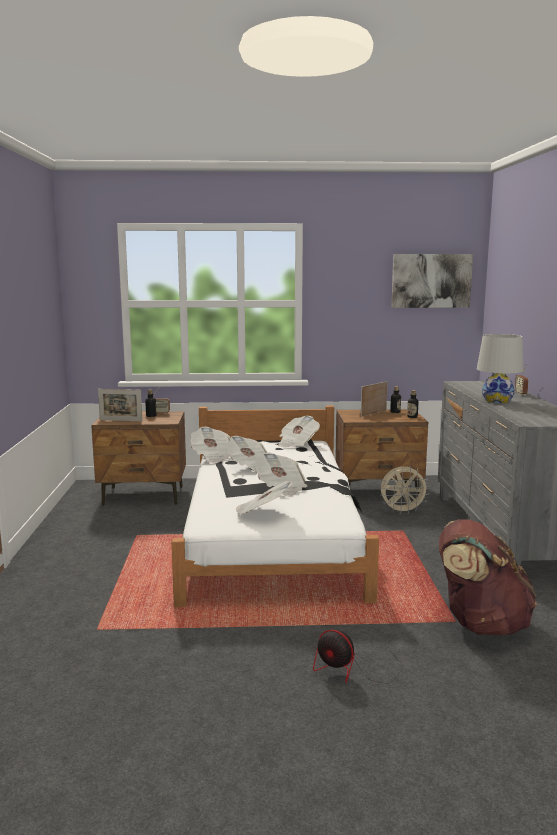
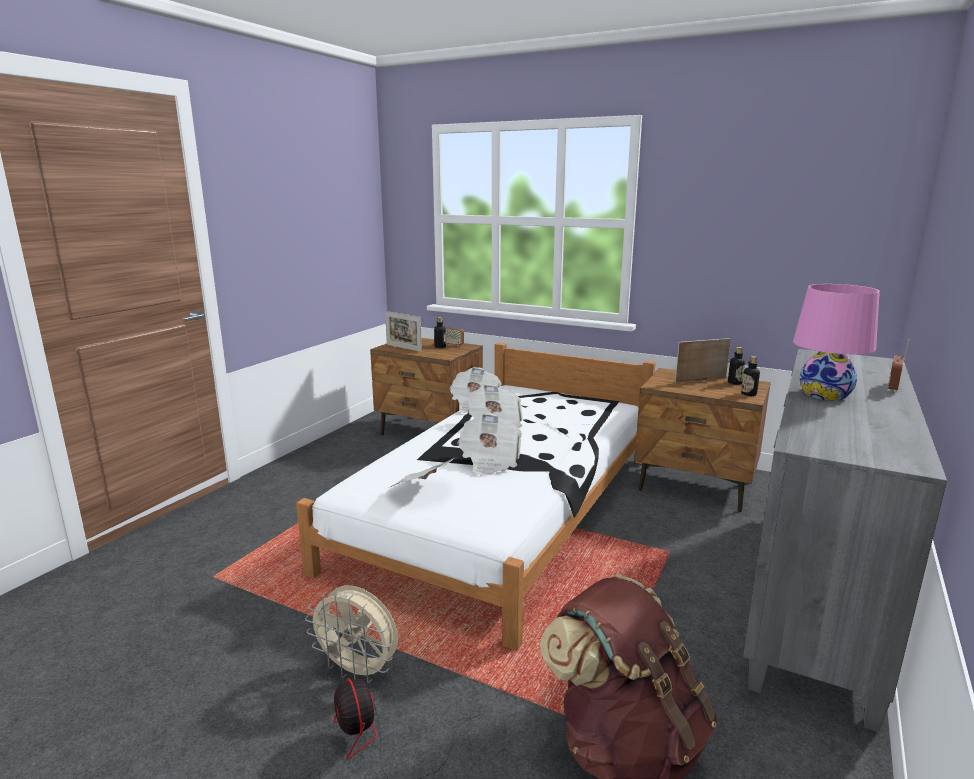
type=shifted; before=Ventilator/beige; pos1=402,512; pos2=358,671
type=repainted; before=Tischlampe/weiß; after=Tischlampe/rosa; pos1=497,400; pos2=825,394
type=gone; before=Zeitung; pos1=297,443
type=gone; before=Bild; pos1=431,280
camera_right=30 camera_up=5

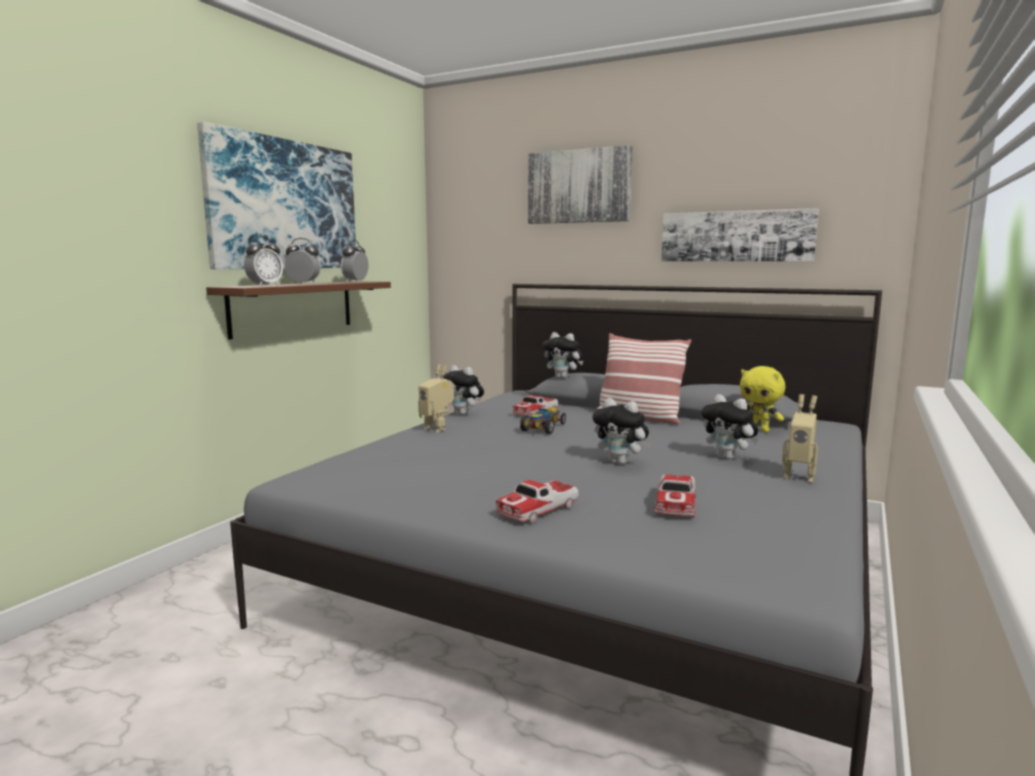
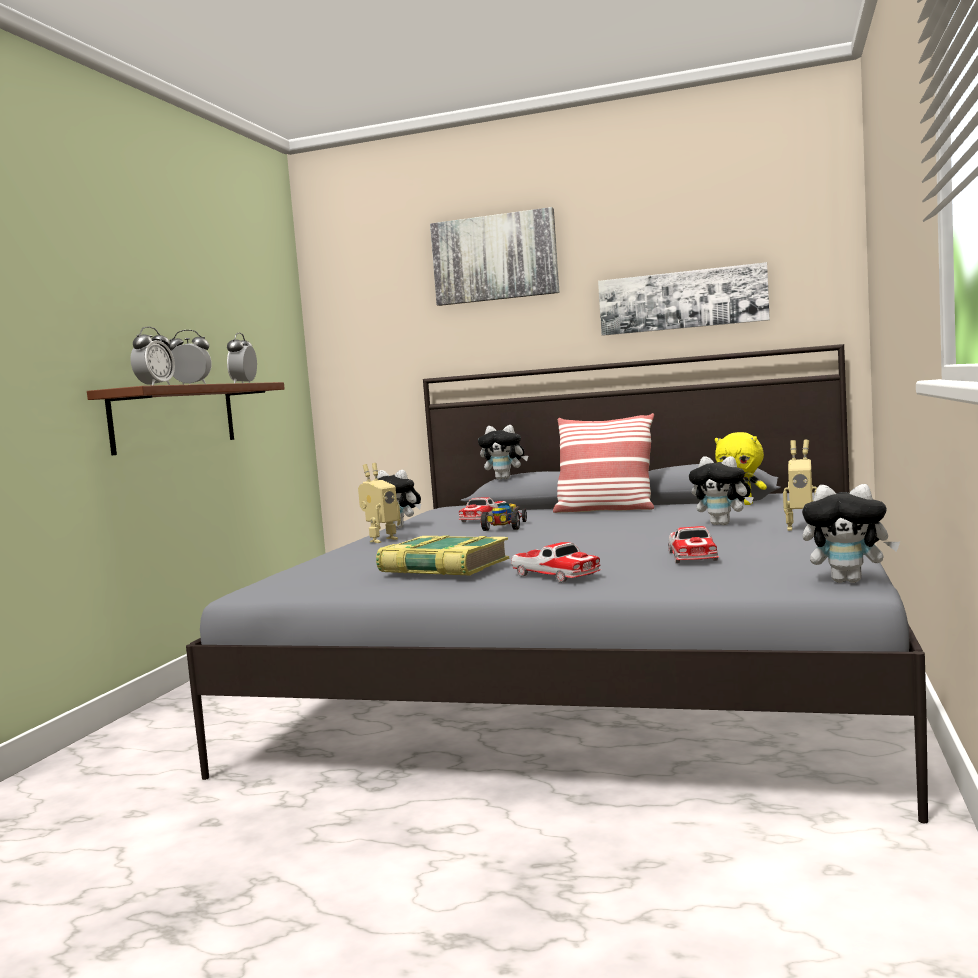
type=rotated; before=Spielzeugroboter; pos1=437,428; pos2=380,540; turn=-75
type=new; after=Buch; pos2=443,567
type=rotated; before=Spielzeugauto; pos1=538,510; pos2=555,575; turn=-75
type=shifted; before=Plüschtier; pos1=621,462; pos2=849,581
type=gone; before=Bild; pos1=284,205
camera_right=-10 camera_up=-5

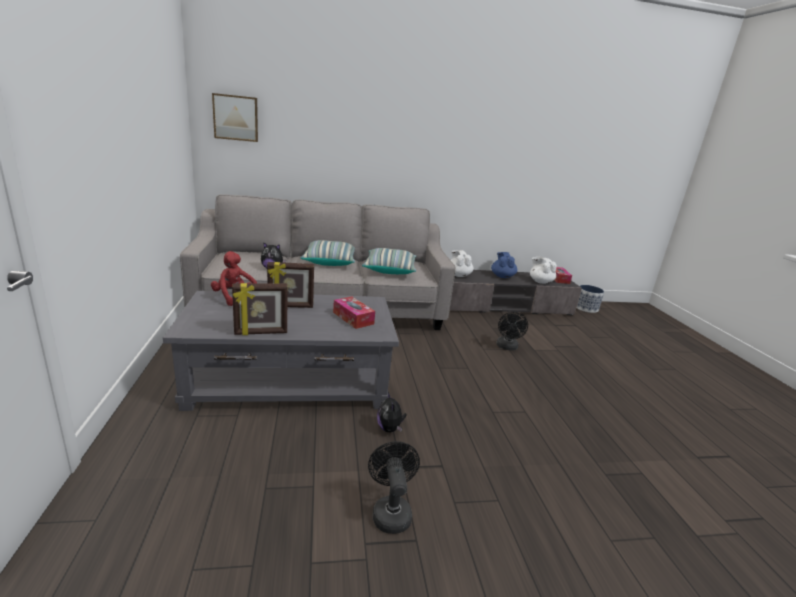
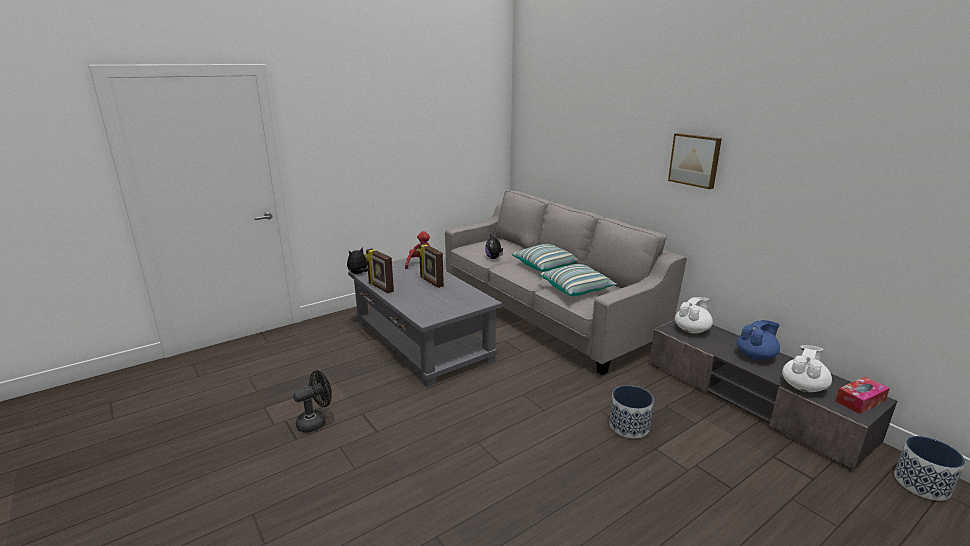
type=shifted; before=Plüschtier; pos1=390,428; pos2=358,274
type=swapped; before=Ventilator/schwarz; after=Pflanzkübel; pos1=507,347; pos2=629,426
type=shifted; before=Bild; pos1=236,118; pos2=695,160
type=gone; before=Taschentuchbox; pos1=353,318
camera_right=65 camera_up=0

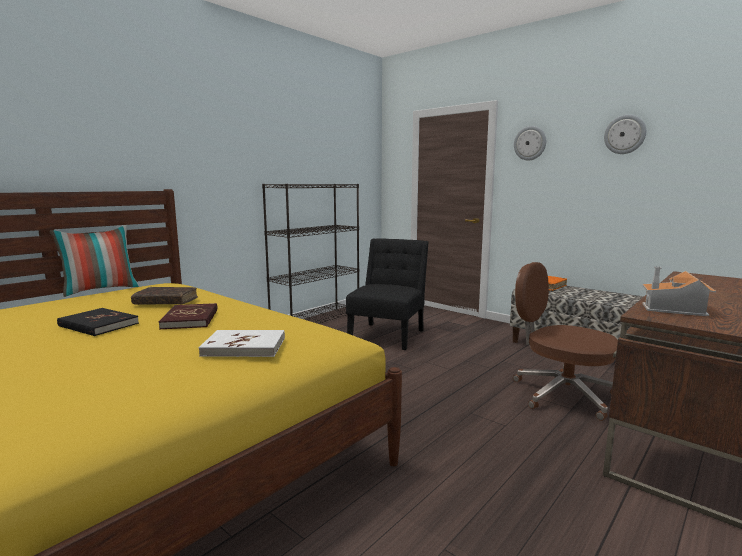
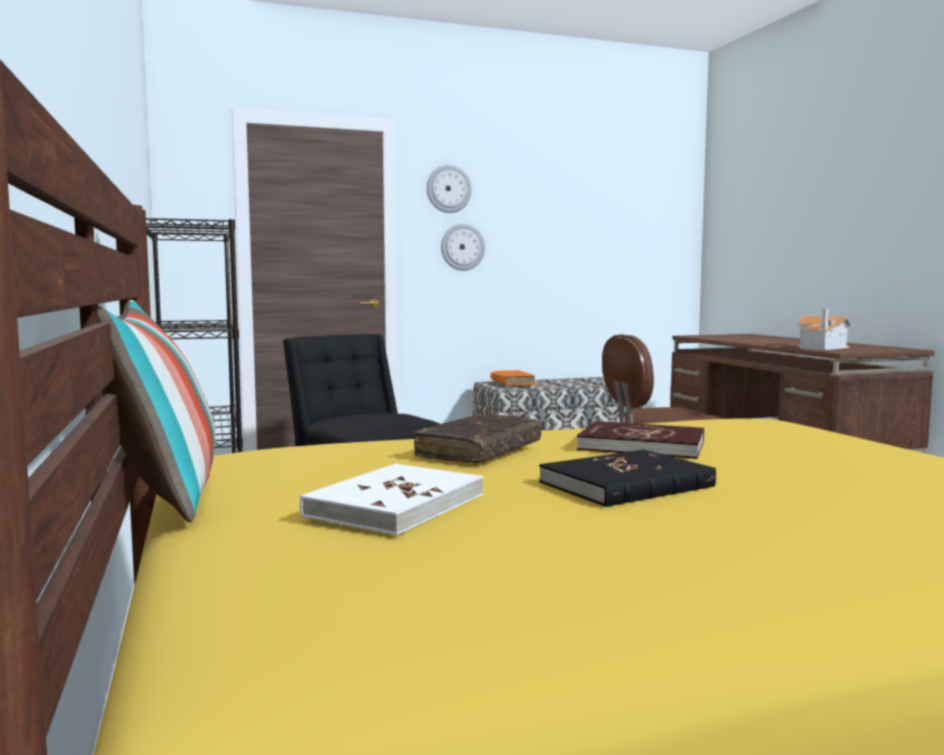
type=shifted; before=Buch/weiß; pos1=244,347; pos2=395,505
type=shifted; before=Wanduhr; pos1=625,134; pos2=462,247
camera_right=-60 camera_up=-5

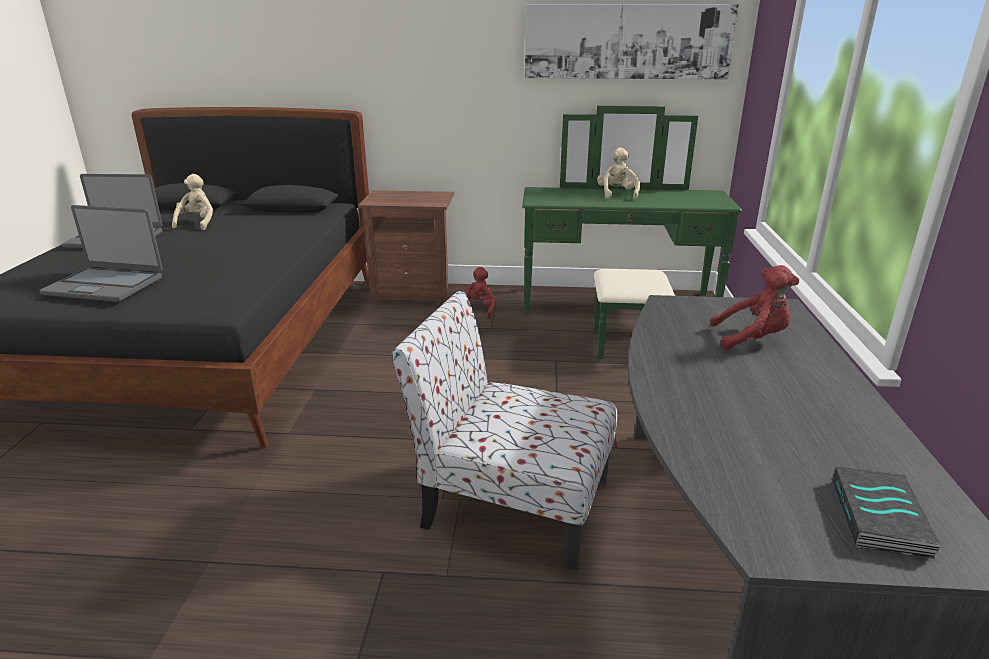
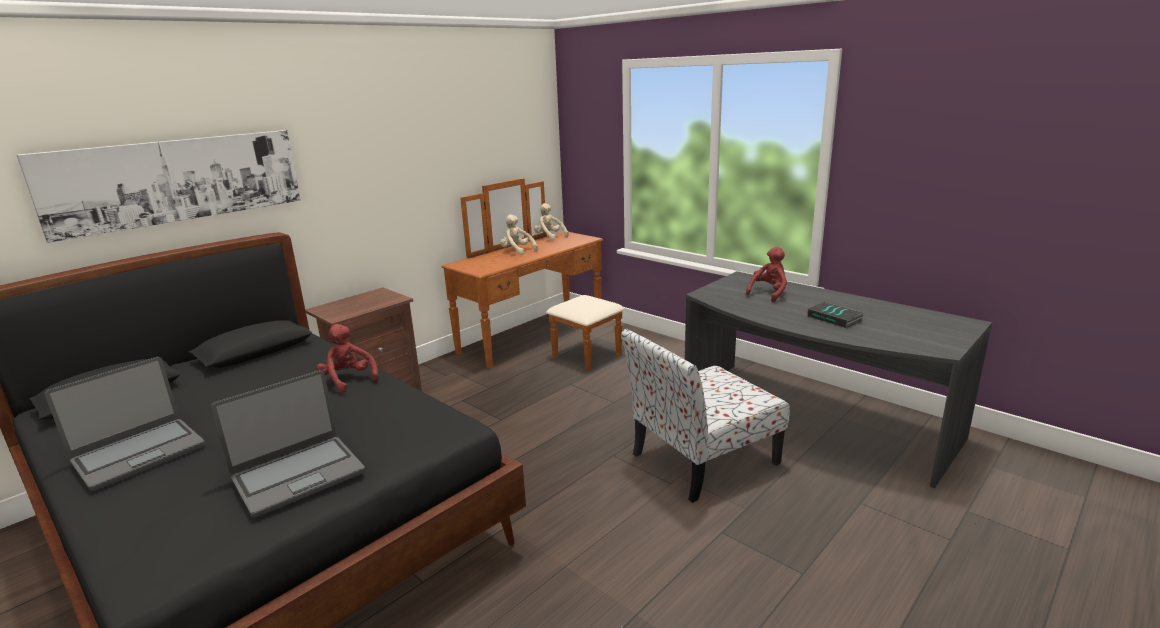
type=shifted; before=Bild; pos1=627,42; pos2=177,180
type=shifted; before=Plüschtier/rot; pos1=478,310; pos2=348,380
type=repainted; before=Kommode/grün; after=Kommode/braun; pos1=620,312; pos2=544,340
type=shifted; before=Plüschtier/beige; pos1=197,223; pos2=549,237
type=shifted; before=Buch; pos1=882,518; pos2=835,318
camera_right=-50 camera_up=-5

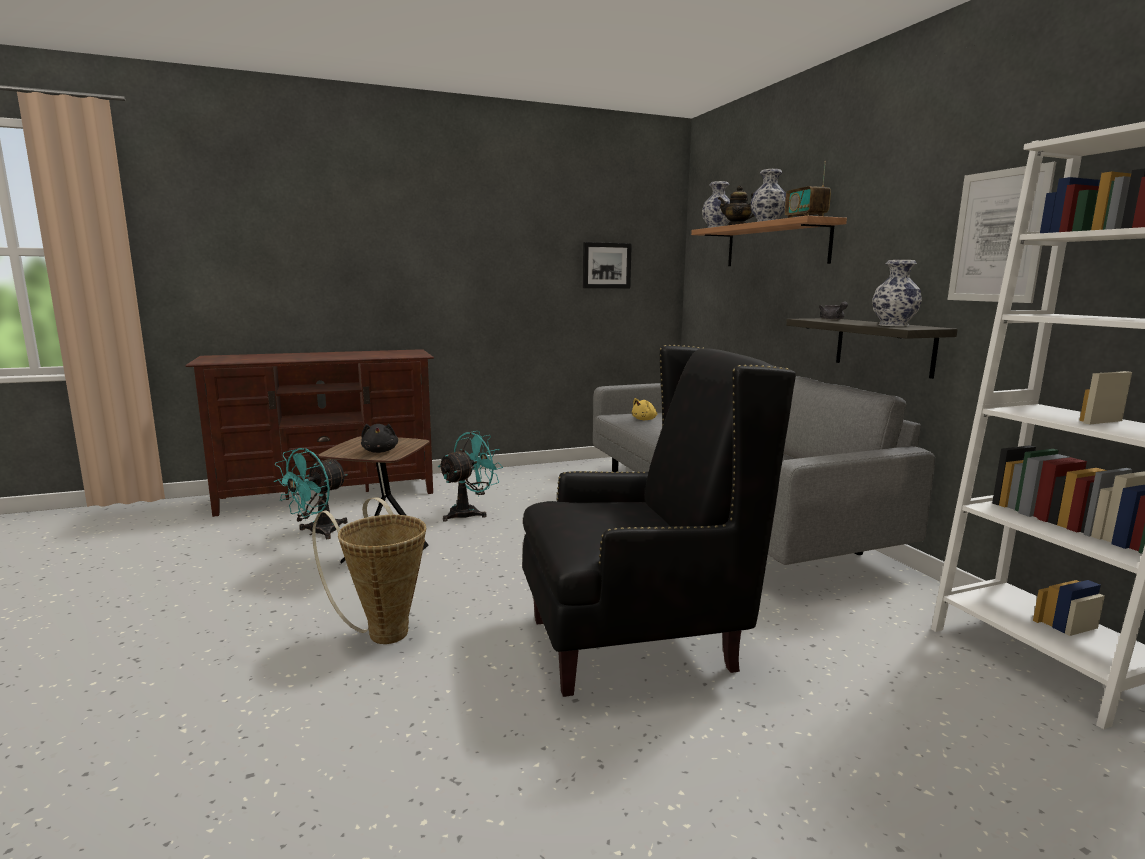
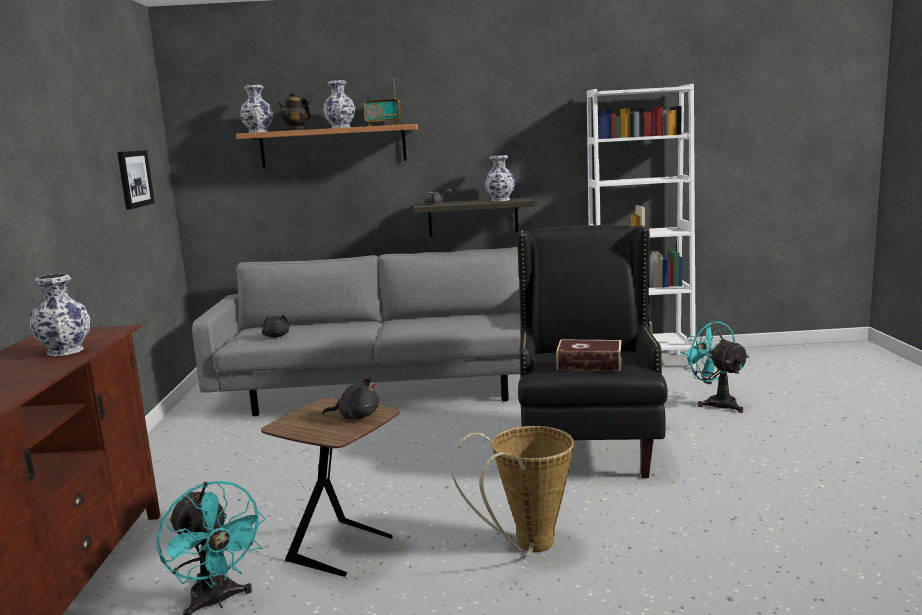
type=new; after=Vase; pos2=65,351
type=repainted; before=Plüschtier/gelb; after=Plüschtier/schwarz; pos1=645,419; pos2=276,336
type=new; after=Buch; pos2=589,364
type=shifted; before=Ventilator/türkis; pos1=469,512; pos2=716,403
type=gone; before=Bild; pos1=998,236
camera_right=-70 camera_up=0

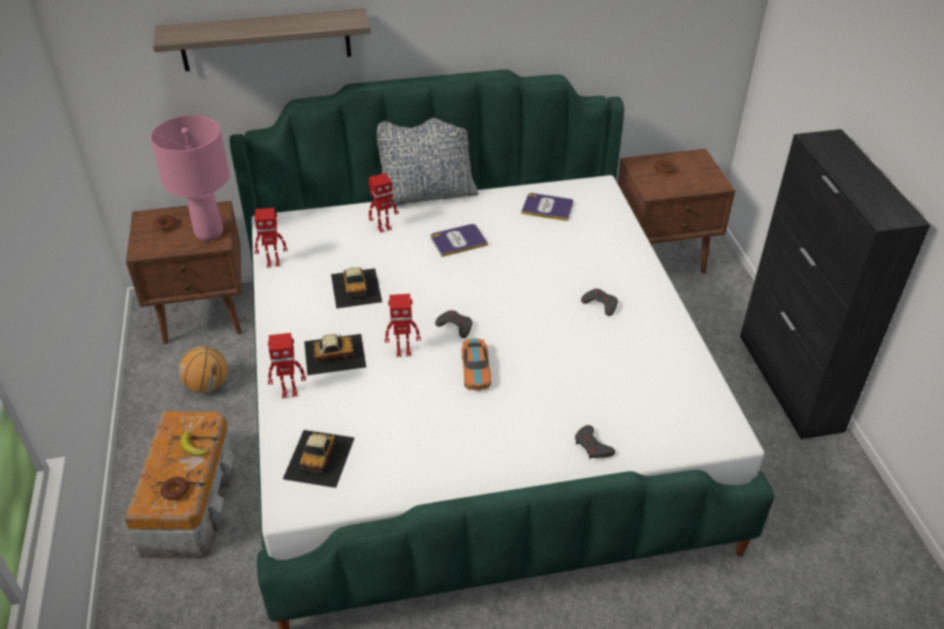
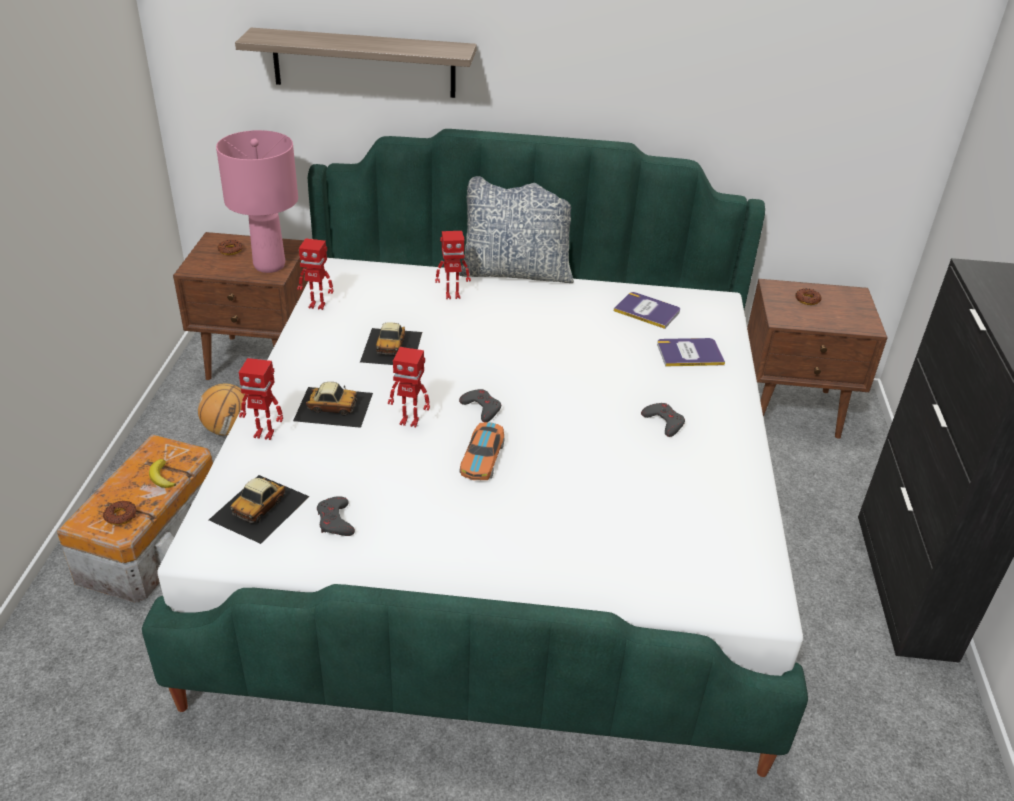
type=shifted; before=Gamepad/grau; pos1=592,446; pos2=335,521
type=shifted; before=Buch; pos1=458,241; pos2=689,353
camera_right=15 camera_up=-5

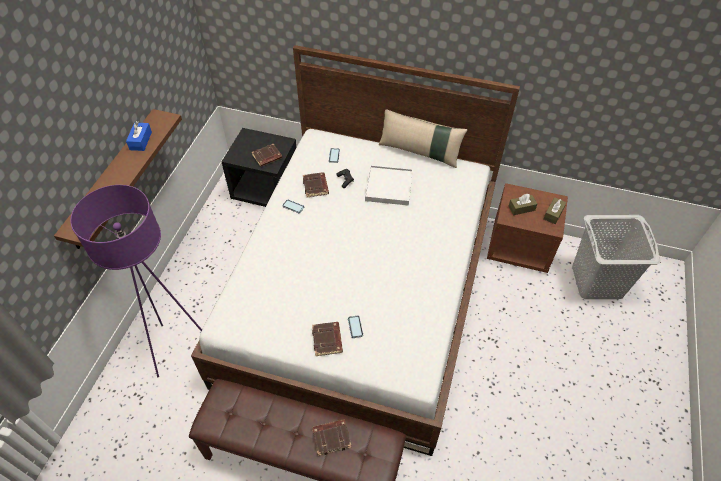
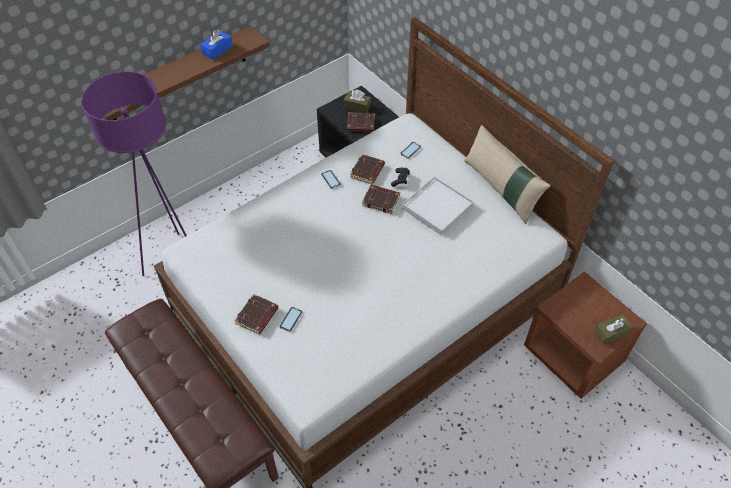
type=shifted; before=Taschentuchbox/braun; pos1=521,208; pos2=357,106
type=shifted; before=Buch/braun; pos1=332,437; pos2=381,200
type=gone; before=Wäschekorb/grau; pos1=597,282
camera_right=35 camera_up=0

